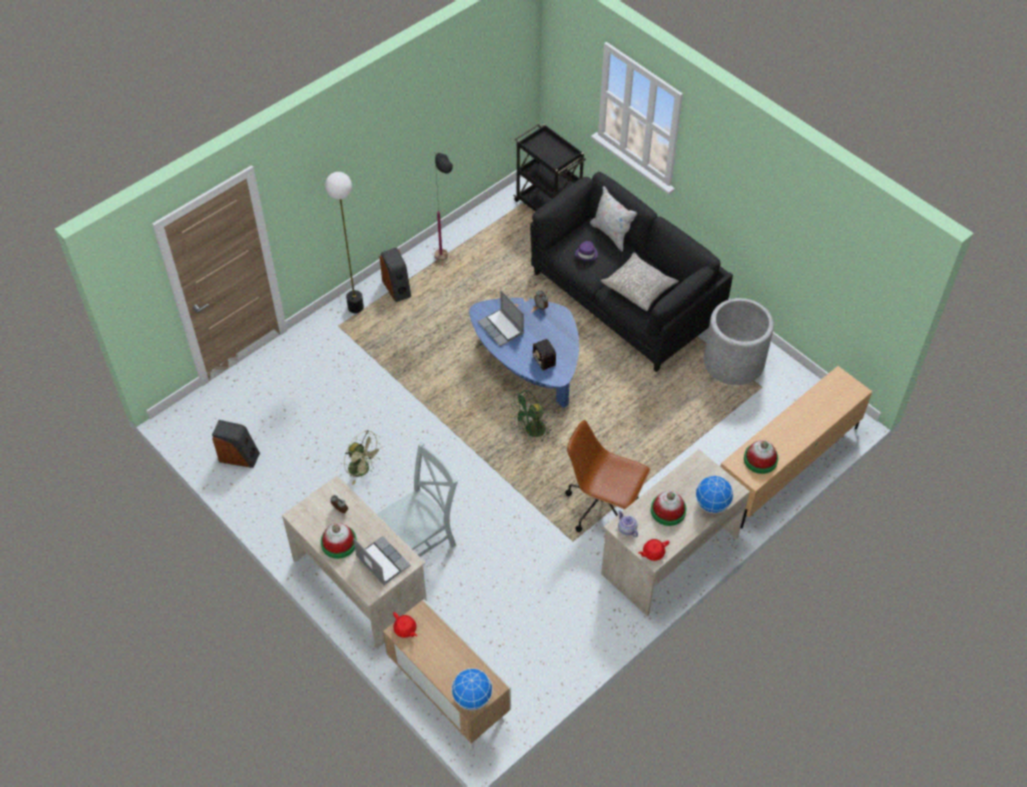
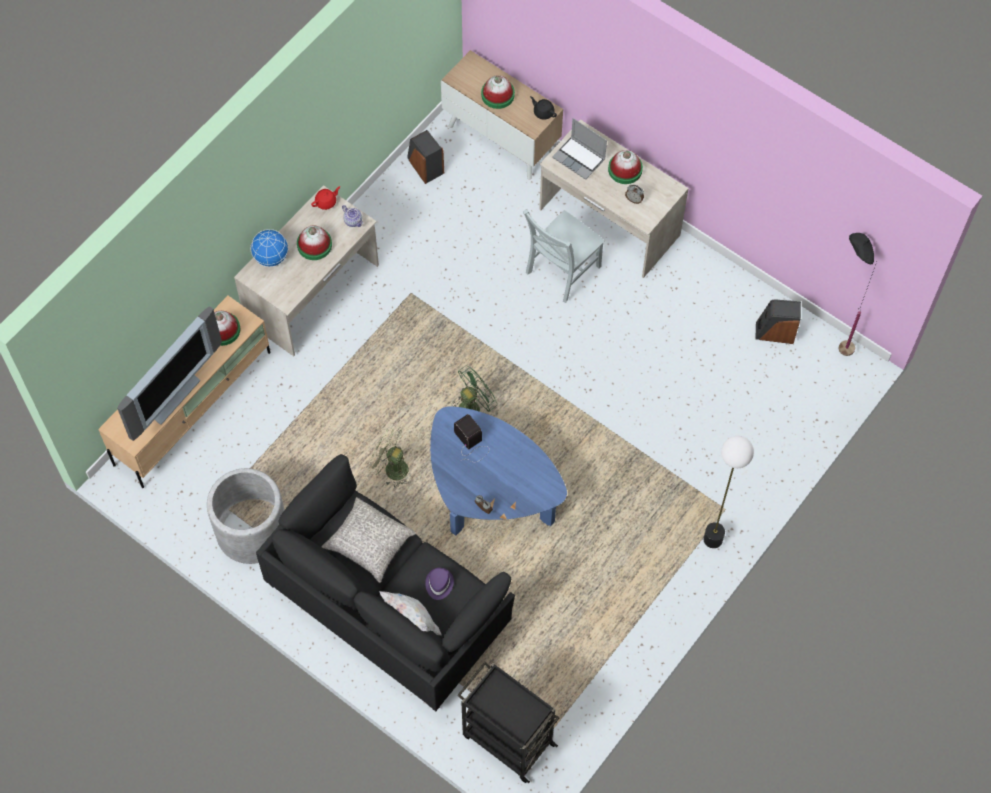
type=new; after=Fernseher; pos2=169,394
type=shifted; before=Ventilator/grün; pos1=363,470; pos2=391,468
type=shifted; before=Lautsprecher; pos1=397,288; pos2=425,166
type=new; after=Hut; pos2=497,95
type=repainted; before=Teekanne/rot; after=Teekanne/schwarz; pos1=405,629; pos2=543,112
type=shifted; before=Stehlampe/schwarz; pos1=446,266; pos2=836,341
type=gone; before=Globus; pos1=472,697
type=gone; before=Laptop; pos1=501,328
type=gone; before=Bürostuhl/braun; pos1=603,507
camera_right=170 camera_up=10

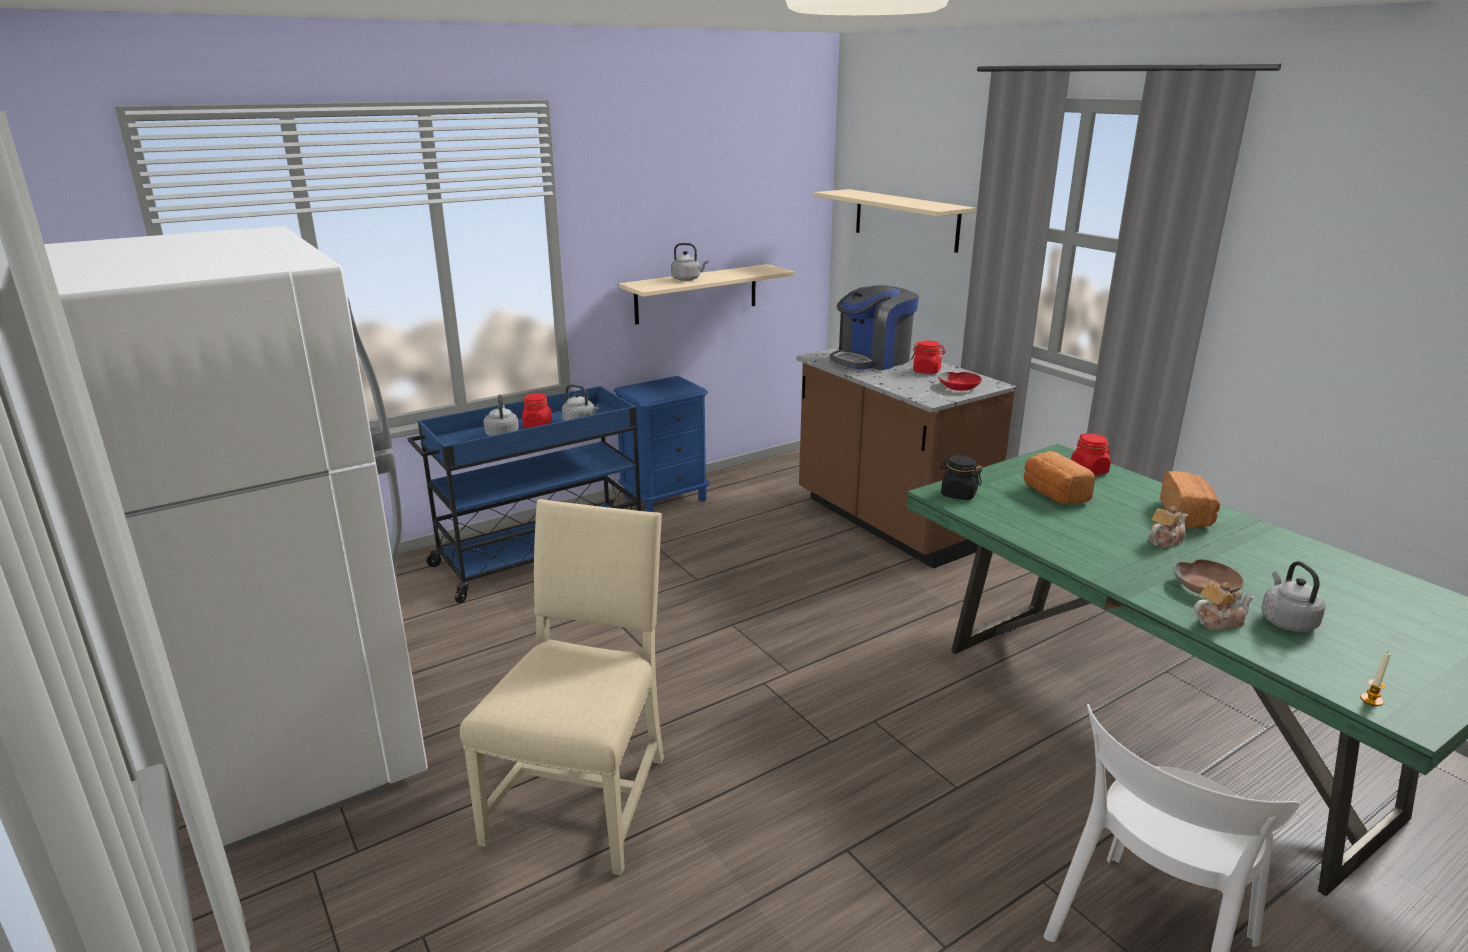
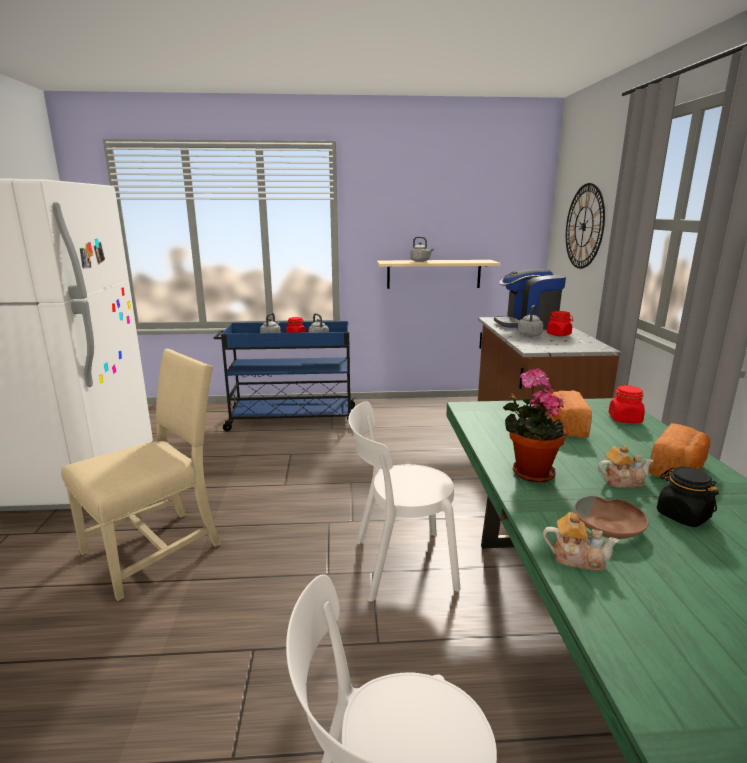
type=new; after=Stuhl/weiß; pos2=399,564
type=new; after=Topfpflanze; pos2=529,472
type=shifted; before=Wasserkessel/grau; pos1=1286,621; pos2=529,335
type=swapped; before=Wandregal/beige; after=Wanduhr; pos1=906,219; pos2=584,226
type=shifted; before=Vorratsglas/schwarz; pos1=958,494; pos2=682,515
type=gone; before=Nachttisch/blau; pos1=665,499
type=gone; before=Schüssel/rot; pos1=960,387
type=gone; before=Kerze; pos1=1371,700
camera_right=30 camera_up=-5

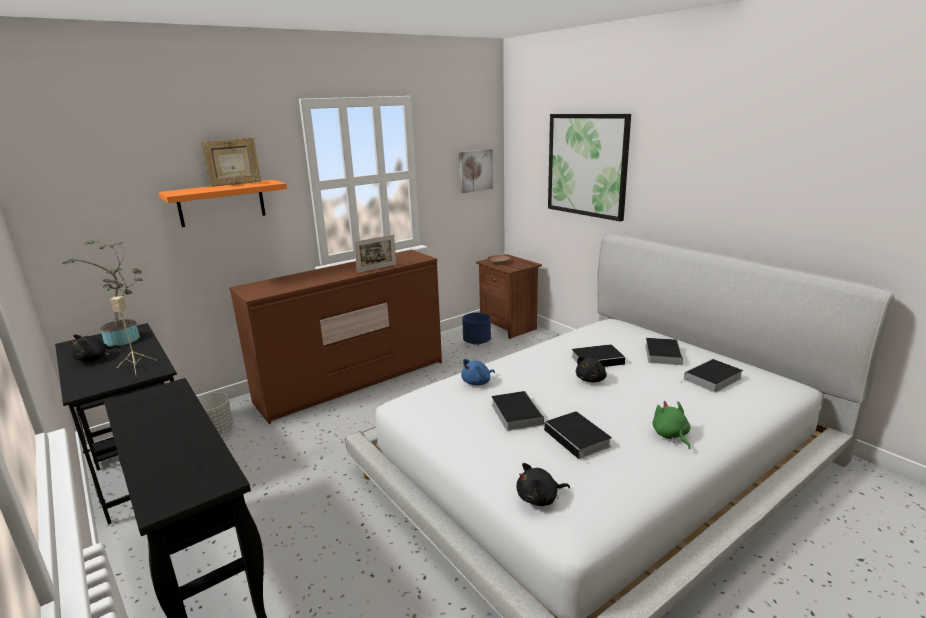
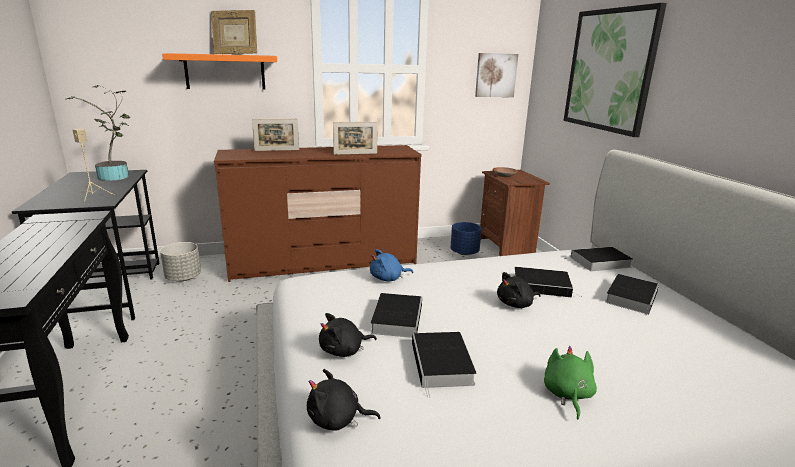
type=new; after=Bilderrahmen; pos2=277,150
type=shifted; before=Plüschtier/schwarz; pos1=94,358; pos2=344,350
type=shifted; before=Buch; pos1=712,379; pos2=599,262
camera_right=20 camera_up=0

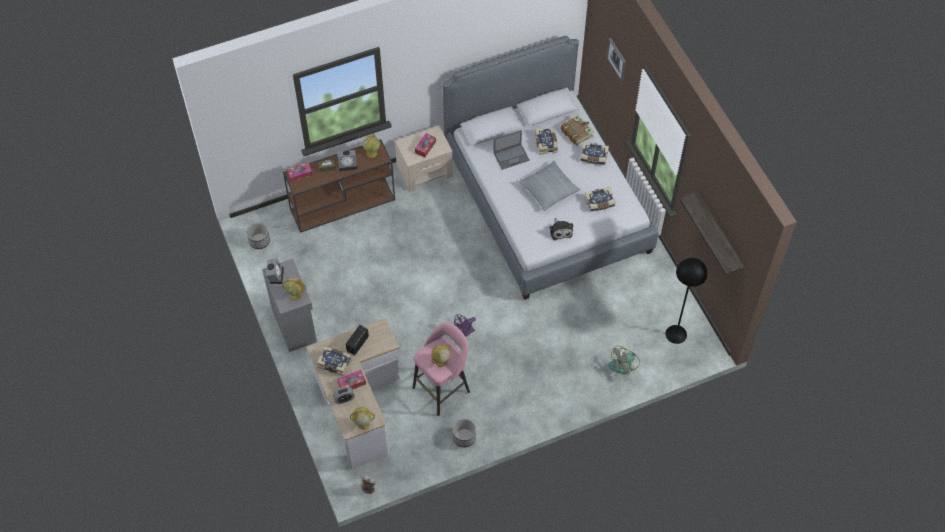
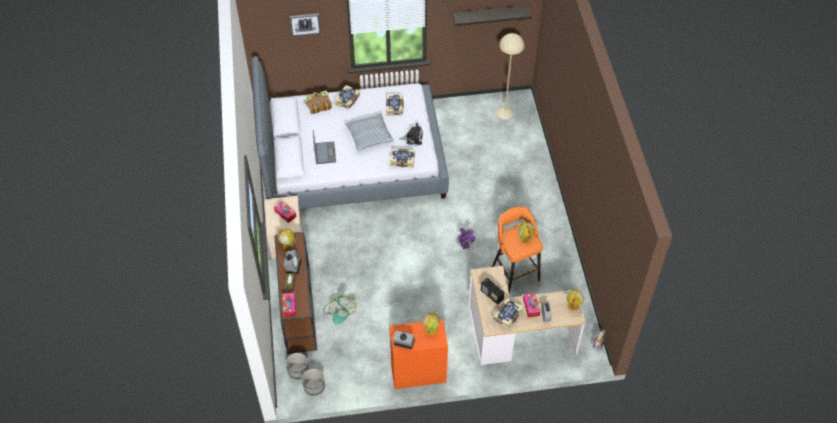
type=shifted; before=Pflanzkübel; pos1=464,437; pos2=298,370
type=shifted; before=Ventilator; pos1=624,364; pos2=339,311
type=repainted; before=Schrank/grau; after=Schrank/orange; pos1=295,324; pos2=418,372
type=shifted; before=Buch; pos1=546,143; pos2=402,160
type=repainted; before=Hocker/rosa; after=Hocker/orange; pos1=442,389; pos2=515,272
type=repainted; before=Stehlampe/schwarz; after=Stehlampe/beige; pos1=676,334; pos2=505,112
camera_right=-75 camera_up=-5

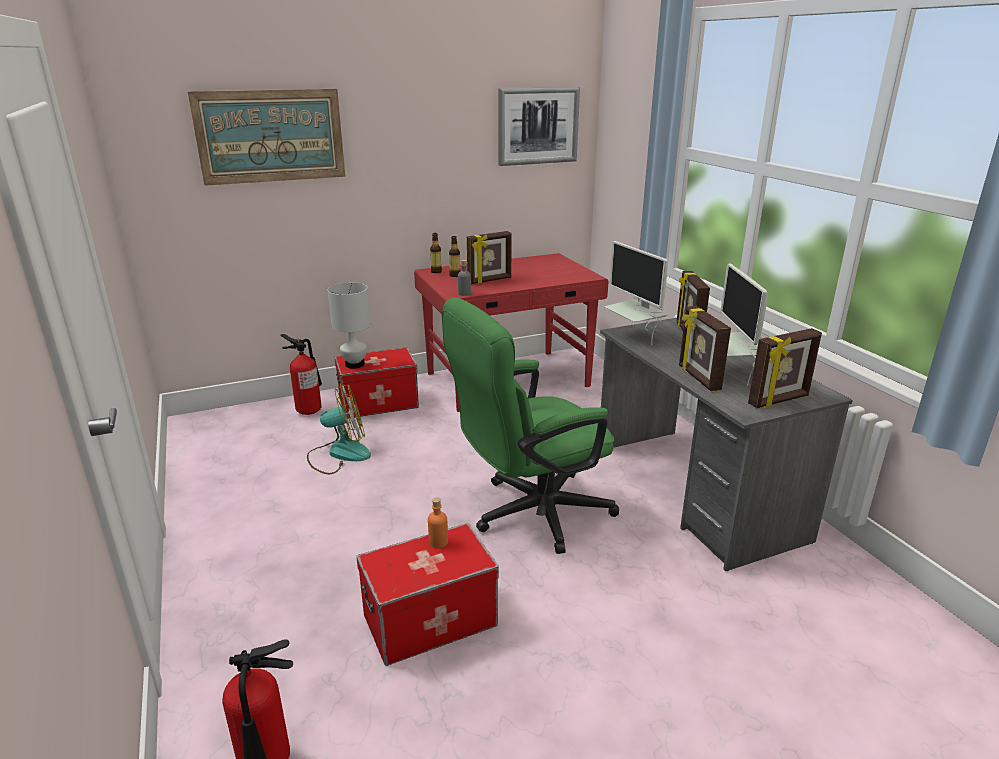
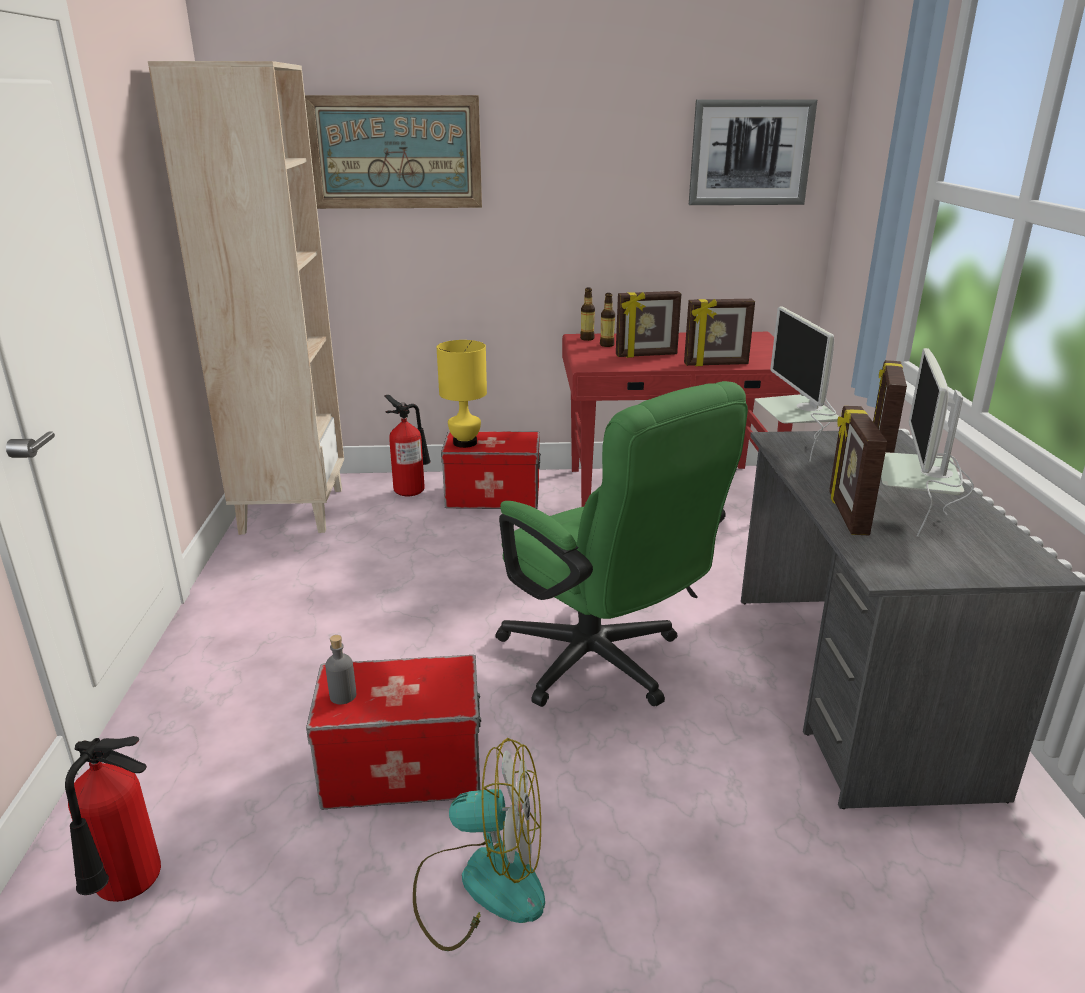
type=new; after=Bücherregal/beige; pos2=292,510
type=shifted; before=Flasche/grau; pos1=464,293; pos2=343,696
type=shifted; before=Ventilator; pos1=339,454; pos2=481,884
type=repainted; before=Tischlampe/weiß; after=Tischlampe/gelb; pos1=355,364; pos2=465,443
type=rotated; before=Bürostuhl/grün; pos1=530,514; pos2=602,666; turn=-120
type=shifted; before=Bilderrahmen; pos1=779,400; pos2=716,364
type=gone; before=Flasche/orange; pos1=438,542
camera_right=20 camera_up=0

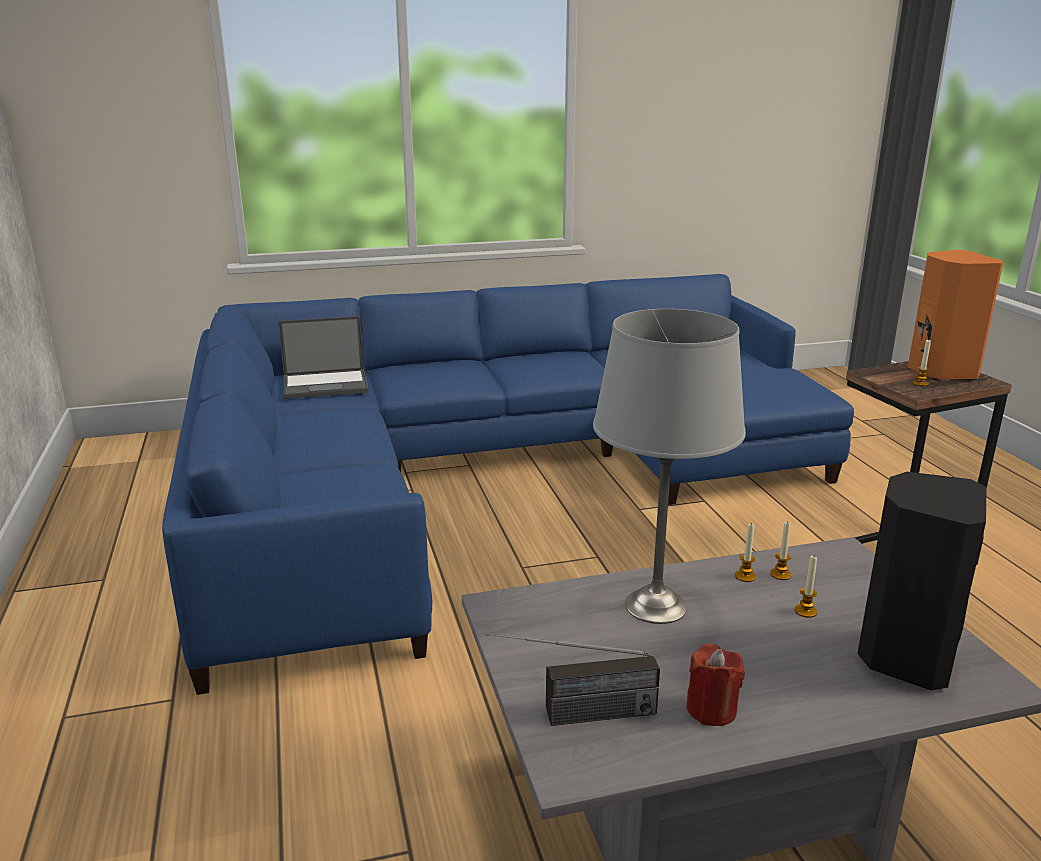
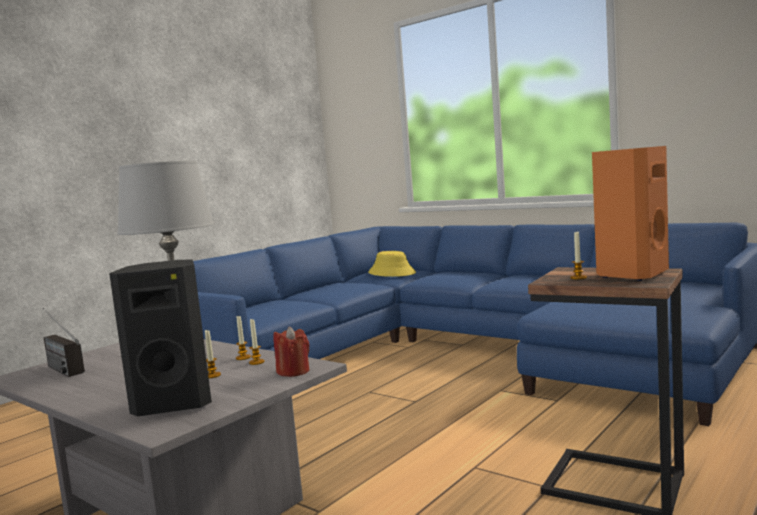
type=shifted; before=Kerze/rot; pos1=711,709; pos2=293,371
type=swapped; before=Laptop; after=Hut/gelb; pos1=326,384; pos2=392,273
camera_right=55 camera_up=-15

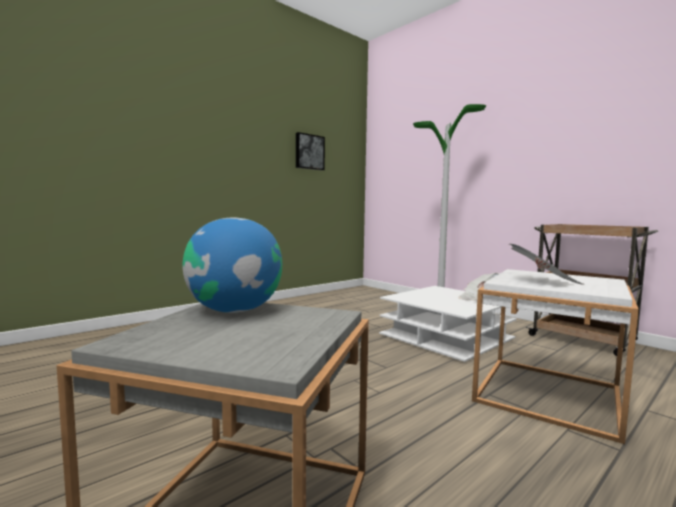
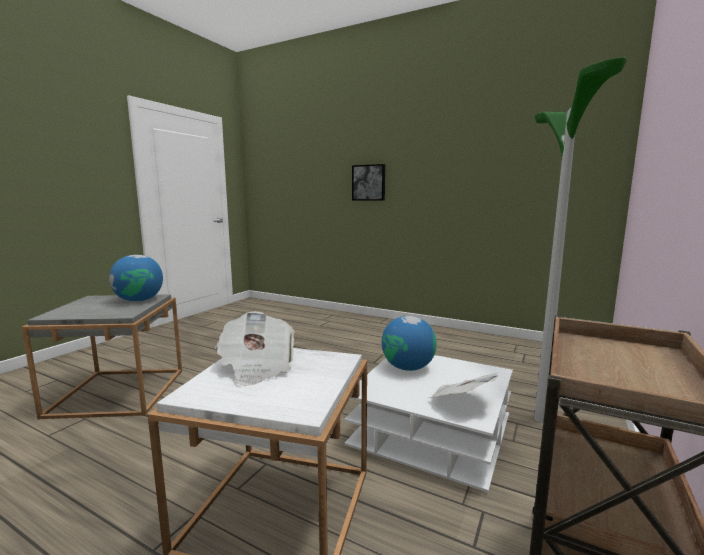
type=shifted; before=Bild; pos1=309,152; pos2=369,182
type=new; after=Globus; pos2=408,367
camera_right=70 camera_up=5

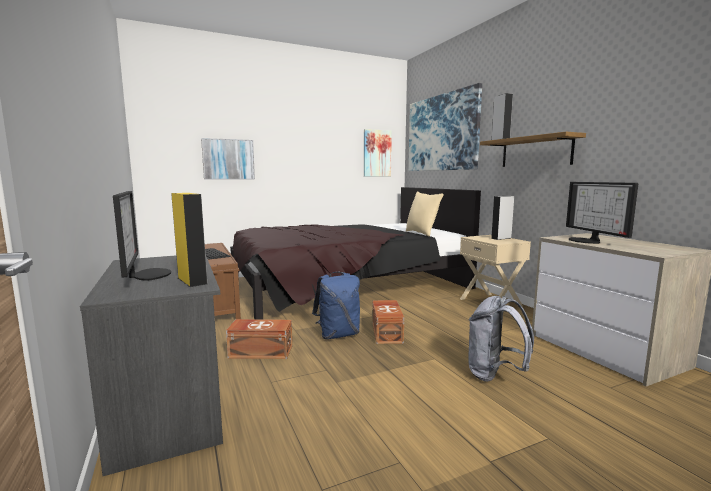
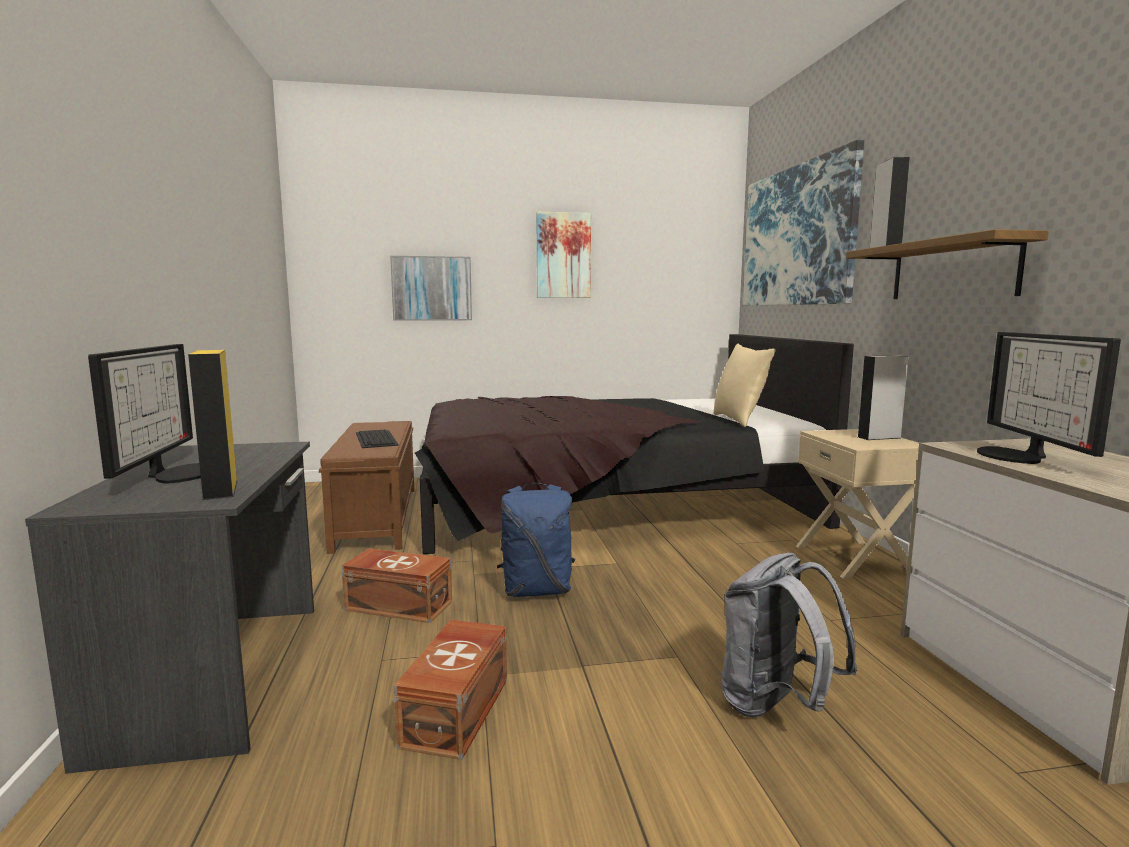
type=shifted; before=Aufbewahrungsbox/braun; pos1=387,332; pos2=459,710
type=shifted; before=Bild; pos1=377,153; pos2=563,255
camera_right=15 camera_up=0

